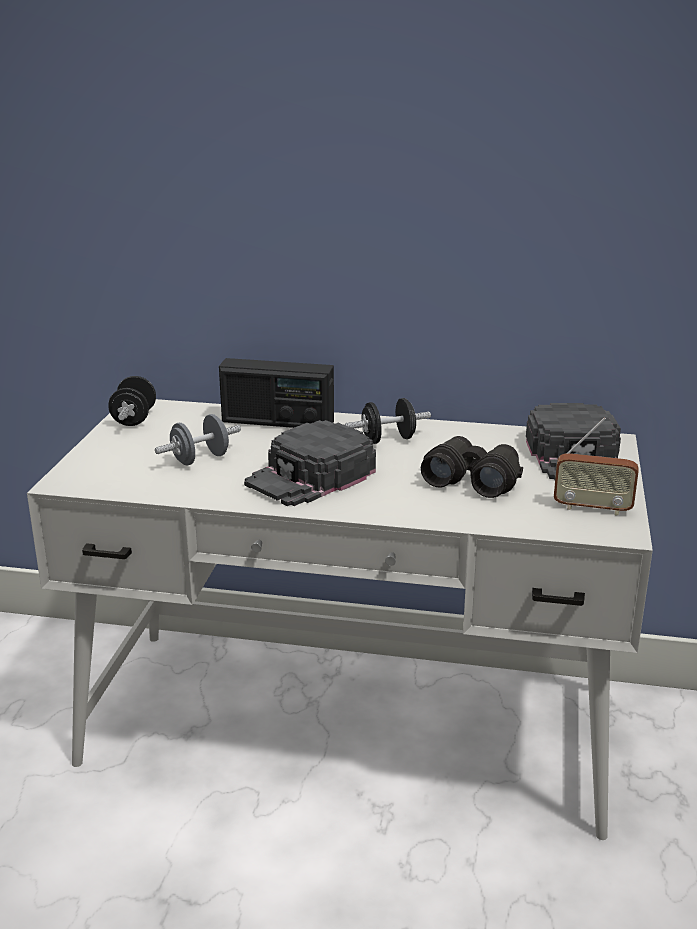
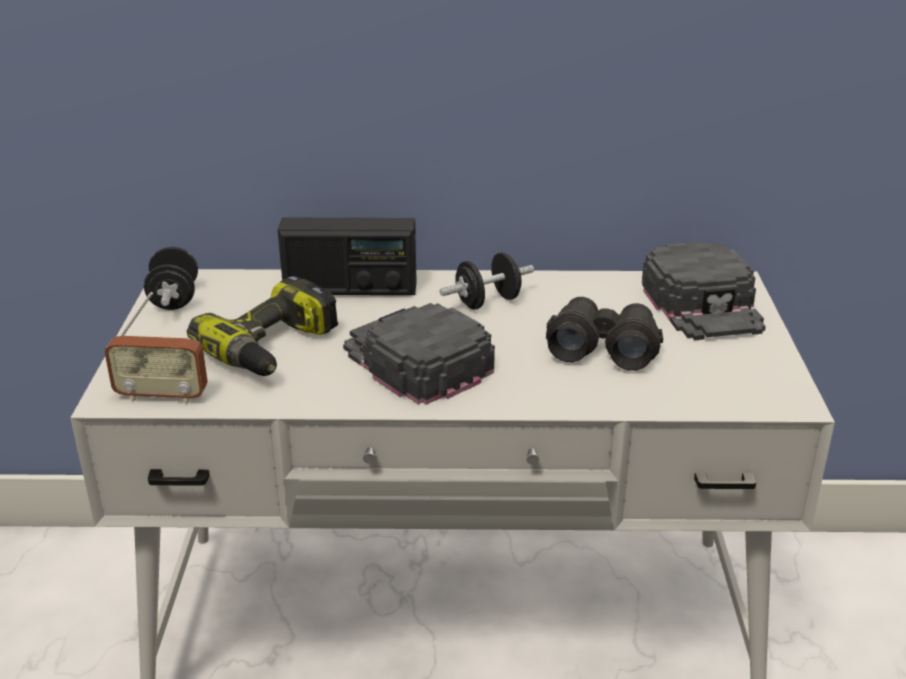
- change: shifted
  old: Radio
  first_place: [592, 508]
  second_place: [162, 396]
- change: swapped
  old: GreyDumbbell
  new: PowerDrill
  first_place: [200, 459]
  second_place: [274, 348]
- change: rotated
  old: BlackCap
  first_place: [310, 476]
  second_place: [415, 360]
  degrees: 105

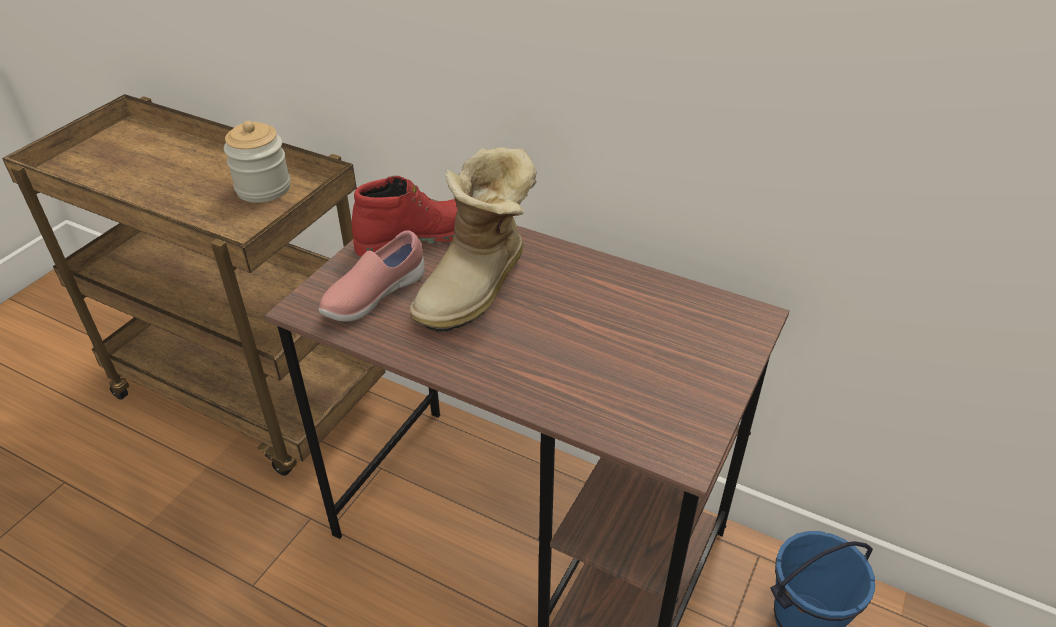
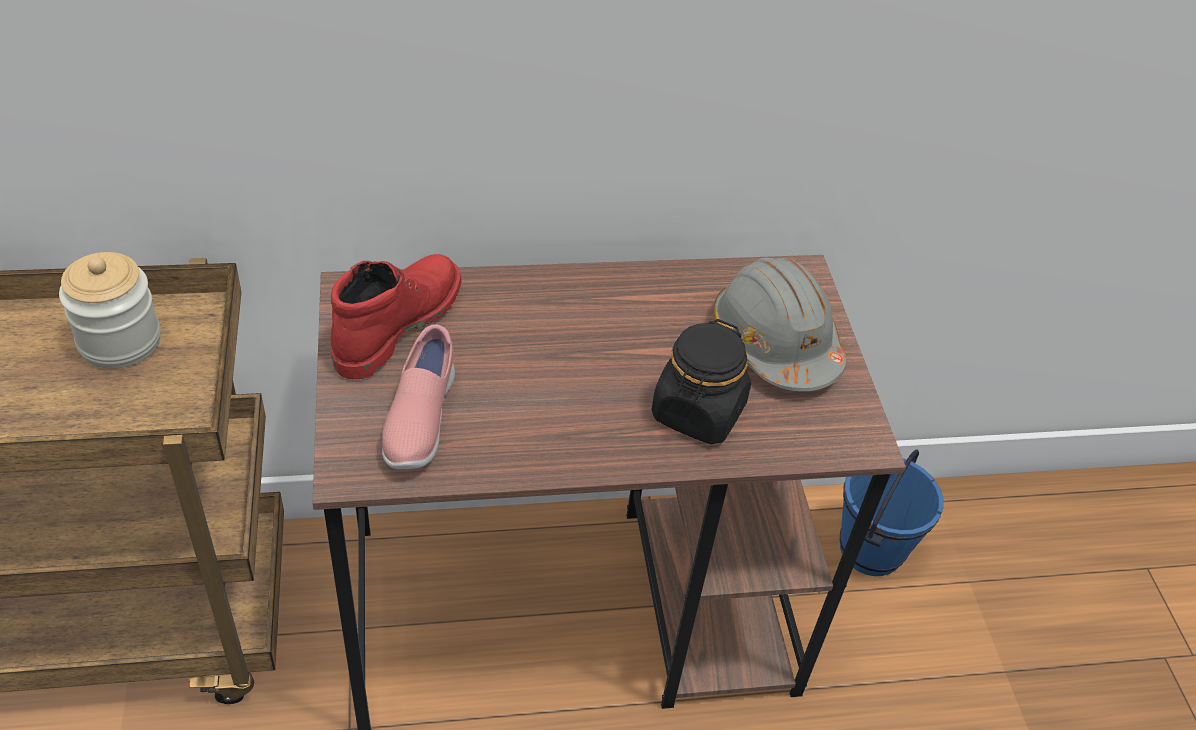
- change: gone
  old: Boot
  first_place: [479, 287]
- change: new
  new: BlackJar
  second_place: [698, 412]
- change: new
  new: GreyHardHat
  second_place: [775, 343]

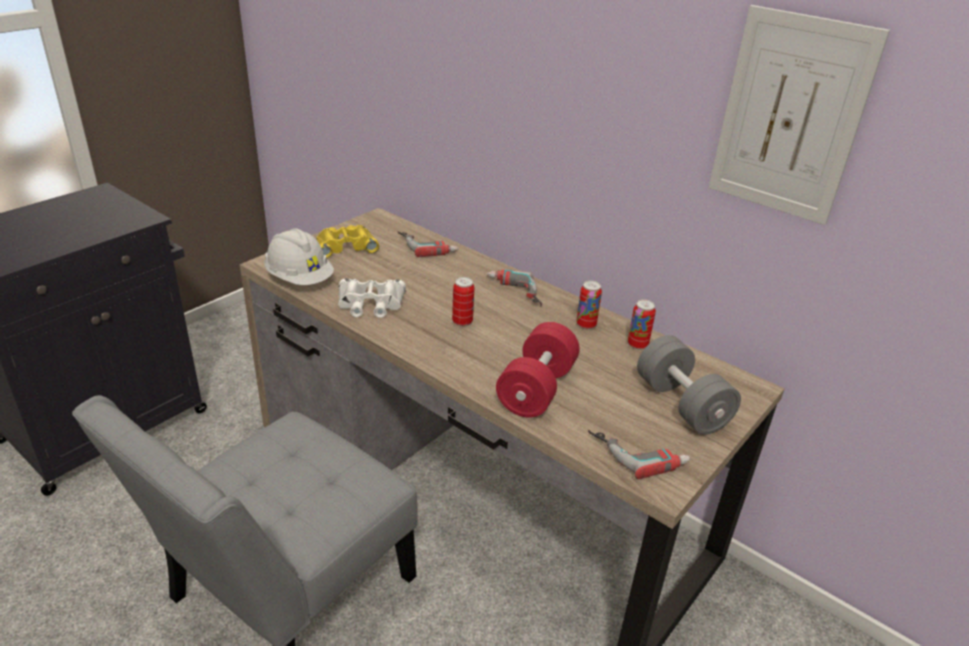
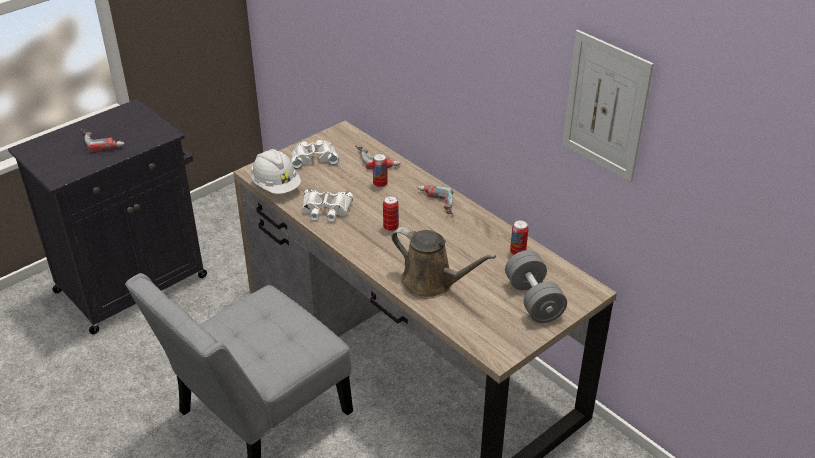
- change: shifted
  old: Can
  first_place: [586, 325]
  second_place: [380, 184]
- change: shifted
  old: PowerDrill
  first_place: [638, 451]
  second_place: [103, 140]
- change: swapped
  old: RedDumbbell
  new: BrownWateringCan
  first_place: [536, 389]
  second_place: [432, 283]
- change: repainted
  old: YellowBinoculars
  new: WhiteBinoculars
  first_place: [345, 246]
  second_place: [313, 157]

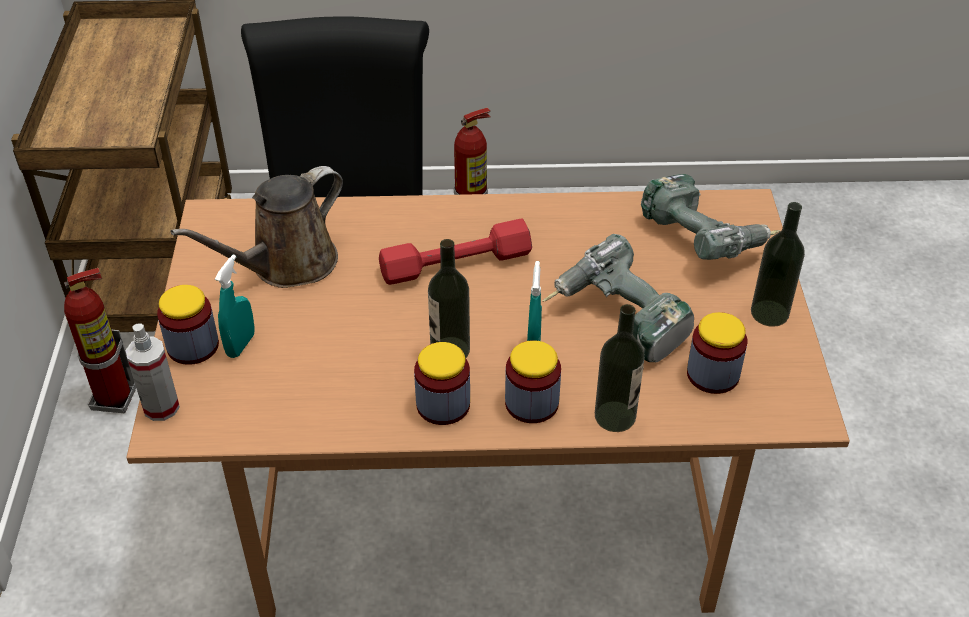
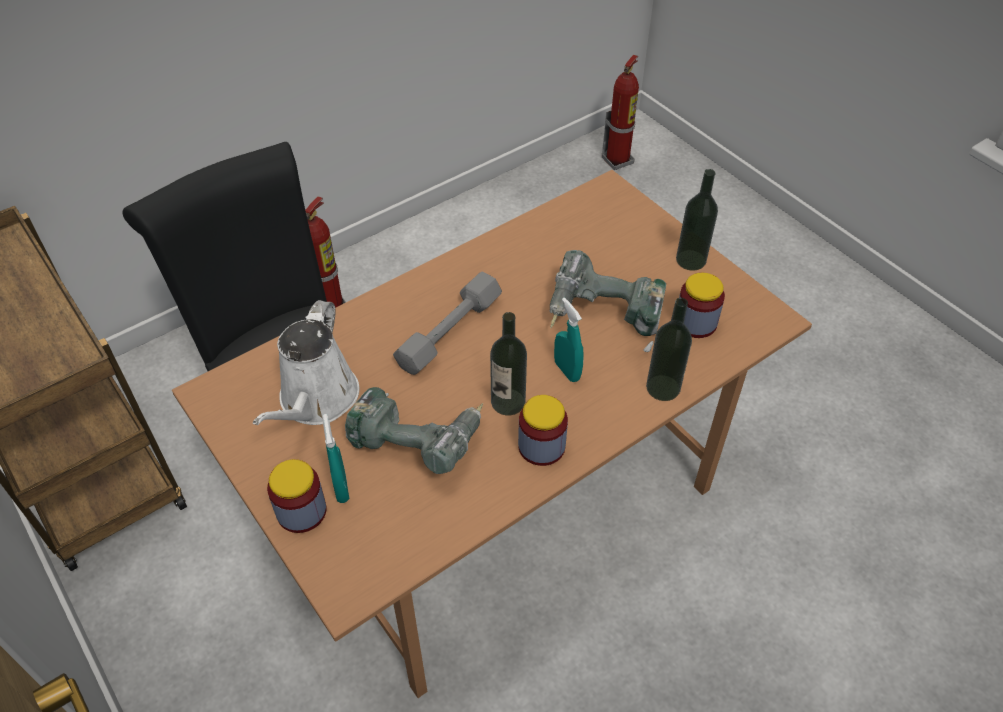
- change: gone
  old: SprayBottle
  first_place: [161, 407]
- change: gone
  old: Jar
  first_place: [531, 403]
- change: shifted
  old: FireExtinguisher
  first_place: [114, 399]
  second_place: [618, 160]
- change: shifted
  old: PowerDrill
  first_place: [703, 238]
  second_place: [418, 439]
- change: repainted
  old: BrownWateringCan
  new: WhiteWateringCan
  first_place: [287, 265]
  second_place: [316, 401]
- change: repainted
  old: RedDumbbell
  new: GreyDumbbell
  first_place: [456, 264]
  second_place: [449, 332]

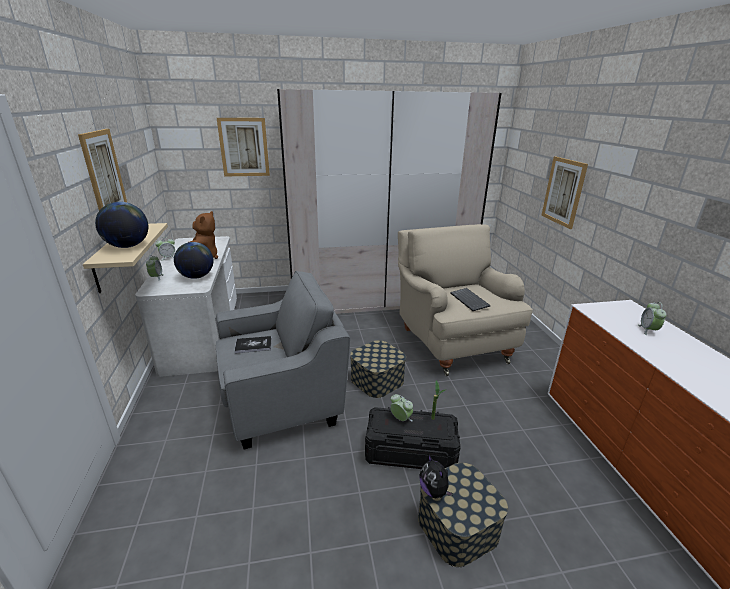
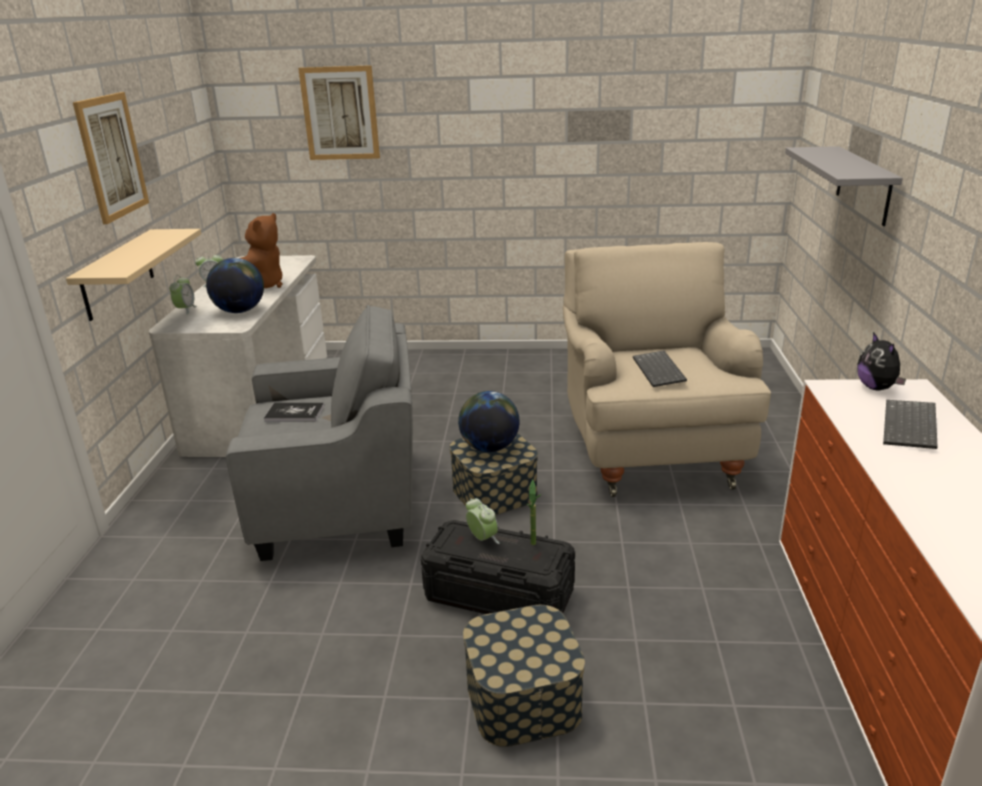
- change: gone
  old: BeigeWardrobe
  first_place: [379, 298]
- change: shifted
  old: Globe
  first_place: [127, 246]
  second_place: [489, 447]
- change: shifted
  old: PlushToy
  first_place: [434, 491]
  second_place: [877, 388]
- change: swapped
  old: Picture
  new: GreyShelf
  first_place: [563, 192]
  second_place: [863, 185]
- change: swapped
  old: AlarmClock
  new: Keyboard
  first_place: [648, 330]
  second_place: [911, 427]

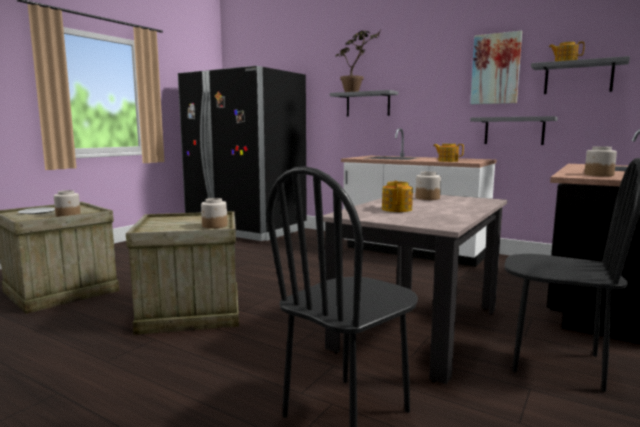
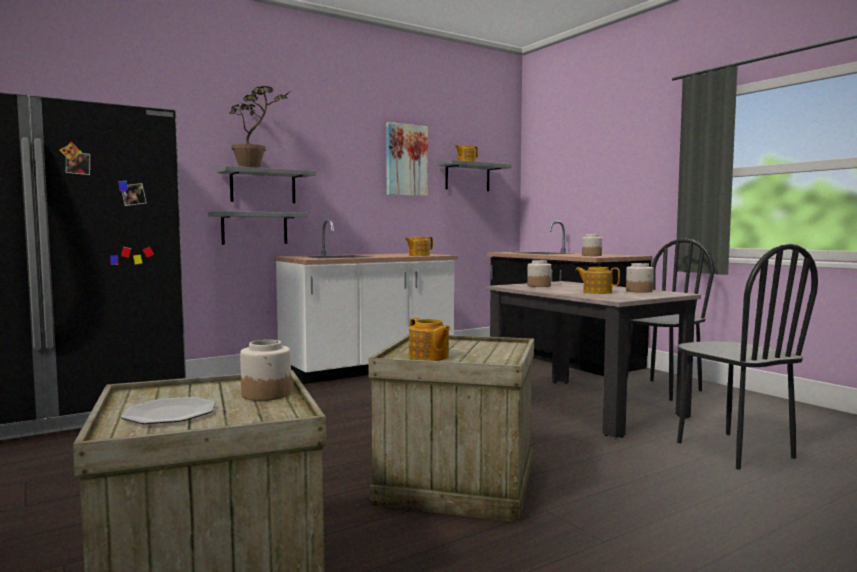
- change: new
  new: Teapot
  second_place: [428, 357]
- change: shifted
  old: Jar
  first_place: [214, 226]
  second_place: [639, 291]
- change: shifted
  old: GreyShelf
  first_place: [514, 131]
  second_place: [254, 228]

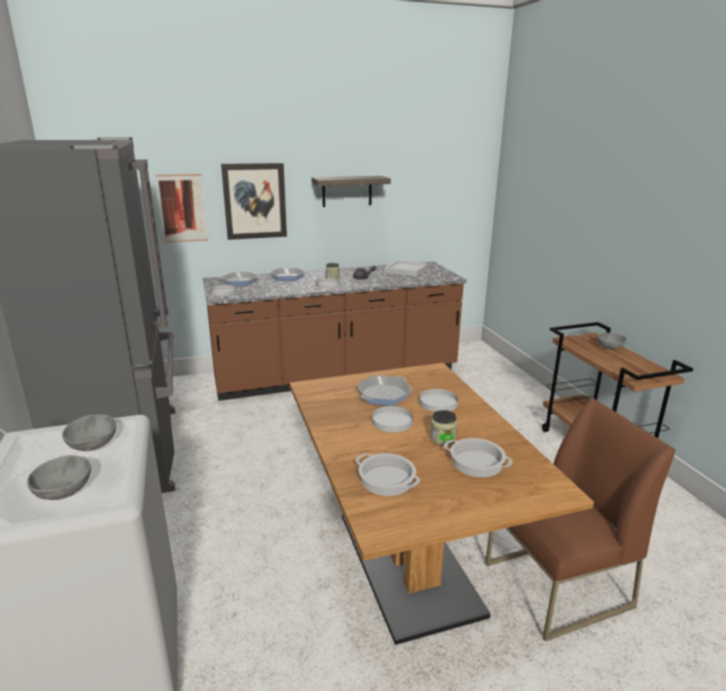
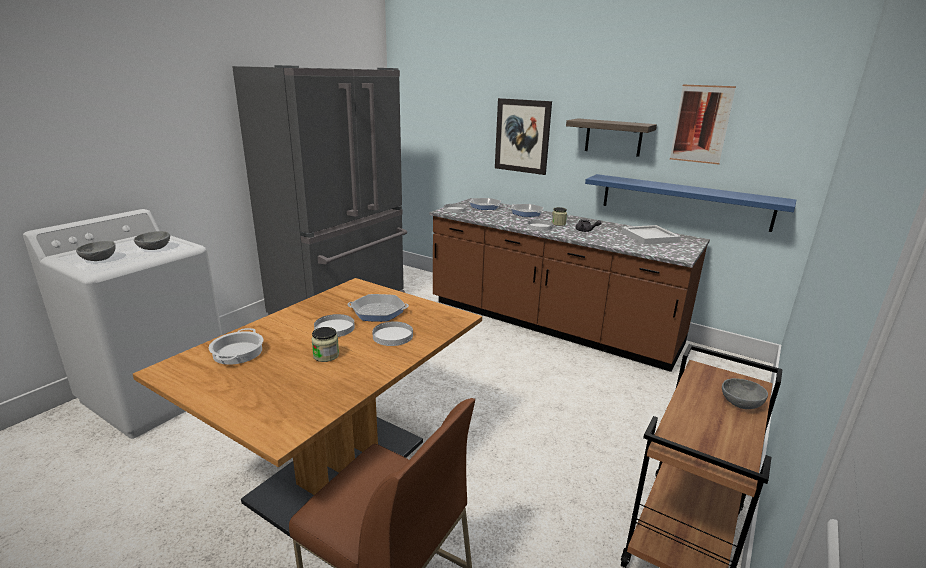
- change: gone
  old: CookingPot
  first_place: [477, 462]
- change: new
  new: BlueShelf
  second_place: [684, 201]
- change: shifted
  old: Picture
  first_place: [182, 208]
  second_place: [701, 124]

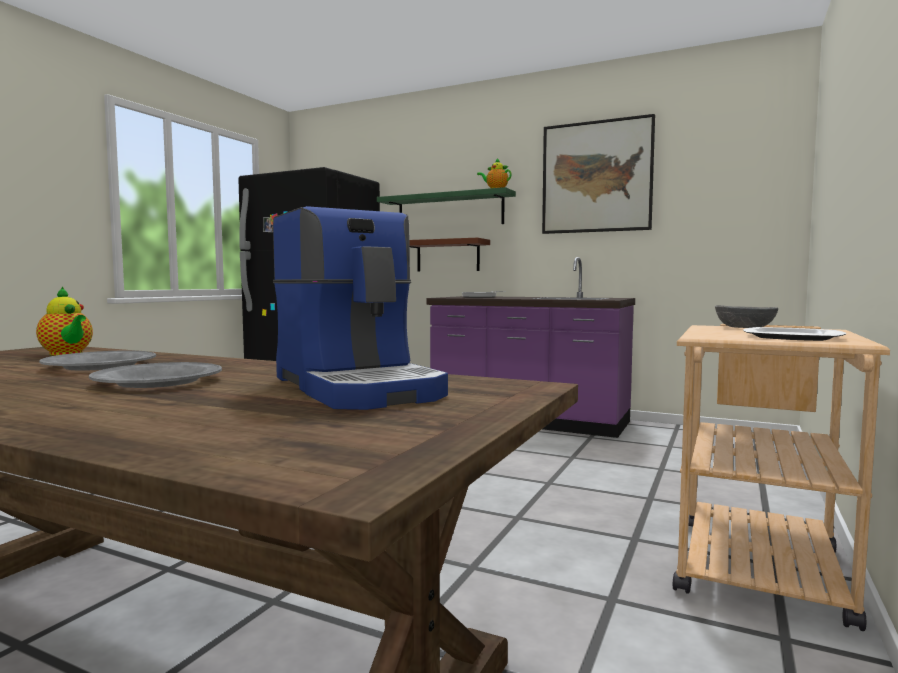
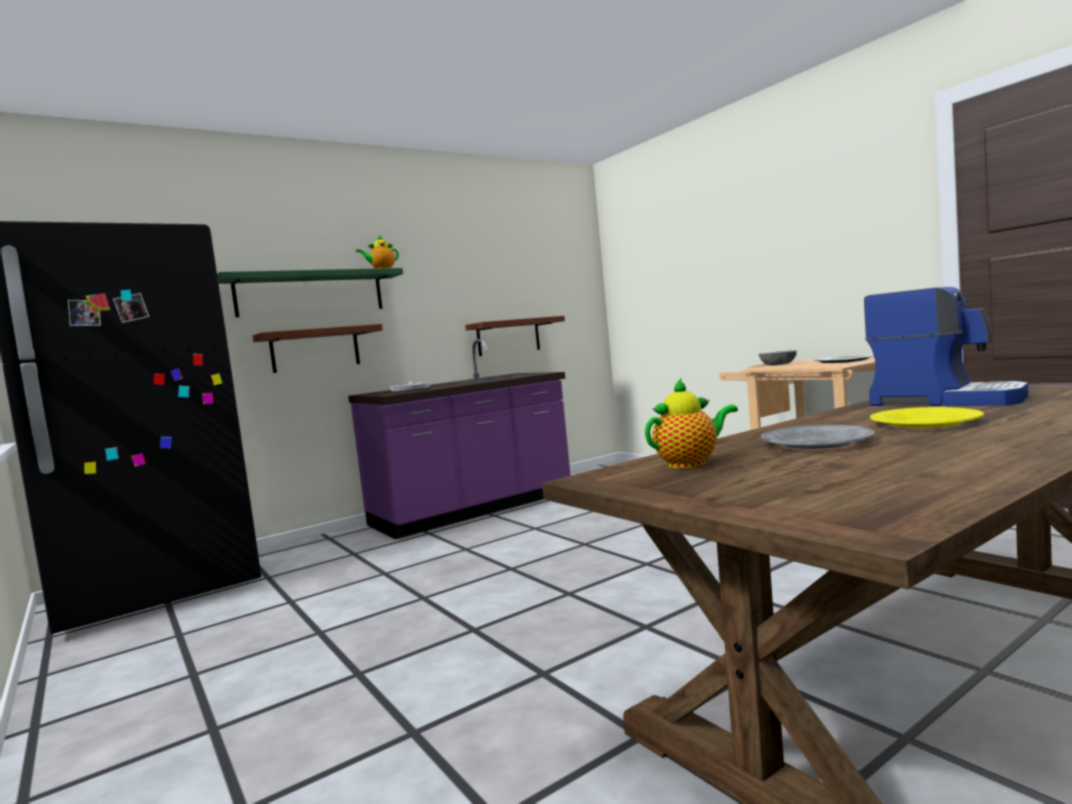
- change: gone
  old: Picture
  first_place: [596, 177]
- change: new
  new: BrownShelf
  second_place: [508, 337]
- change: repainted
  old: GreyPlate
  new: YellowPlate
  first_place: [158, 381]
  second_place: [924, 423]
- change: rotated
  old: CoffeeMachine
  first_place: [360, 387]
  second_place: [945, 400]
  degrees: 45

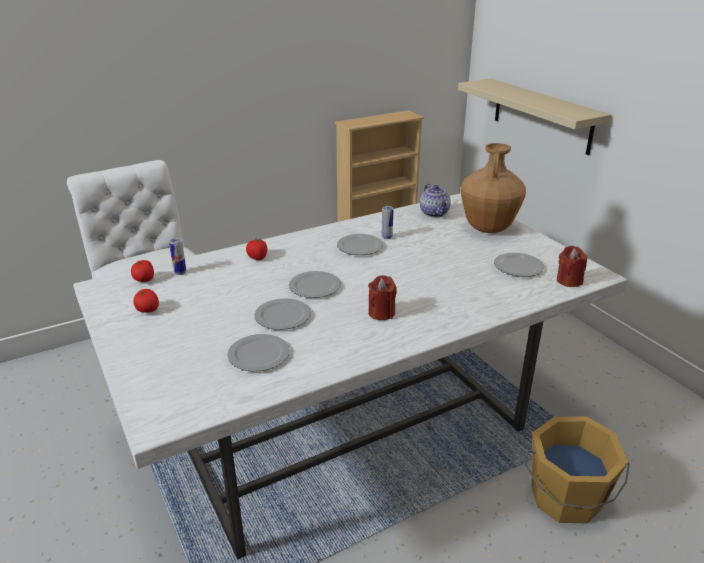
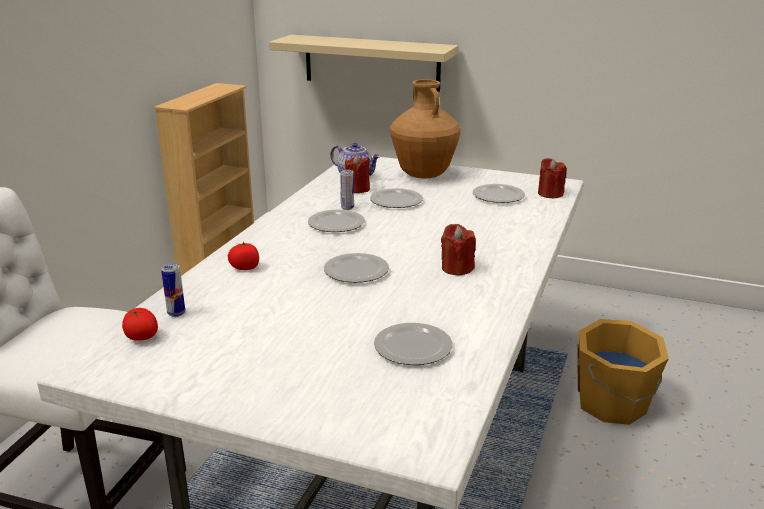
- change: gone
  old: Tomato
  first_place: [148, 310]
- change: new
  new: RedCandle
  second_place: [357, 189]
- change: shifted
  old: Plate
  first_place: [283, 316]
  second_place: [396, 200]

